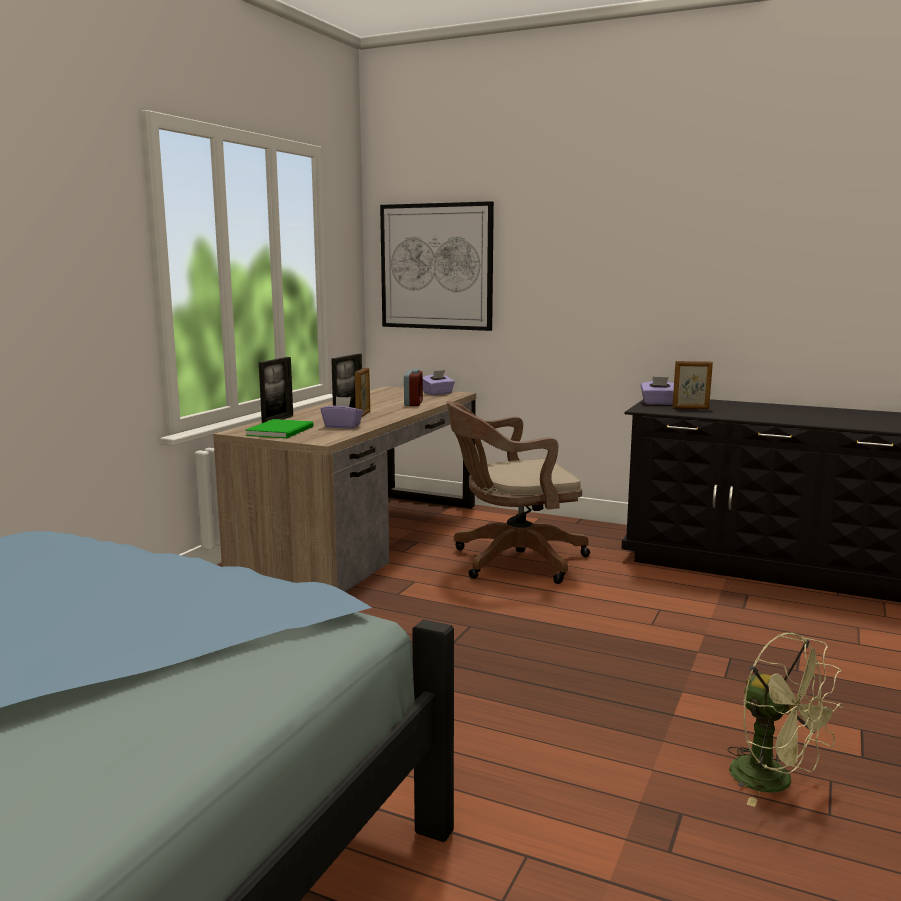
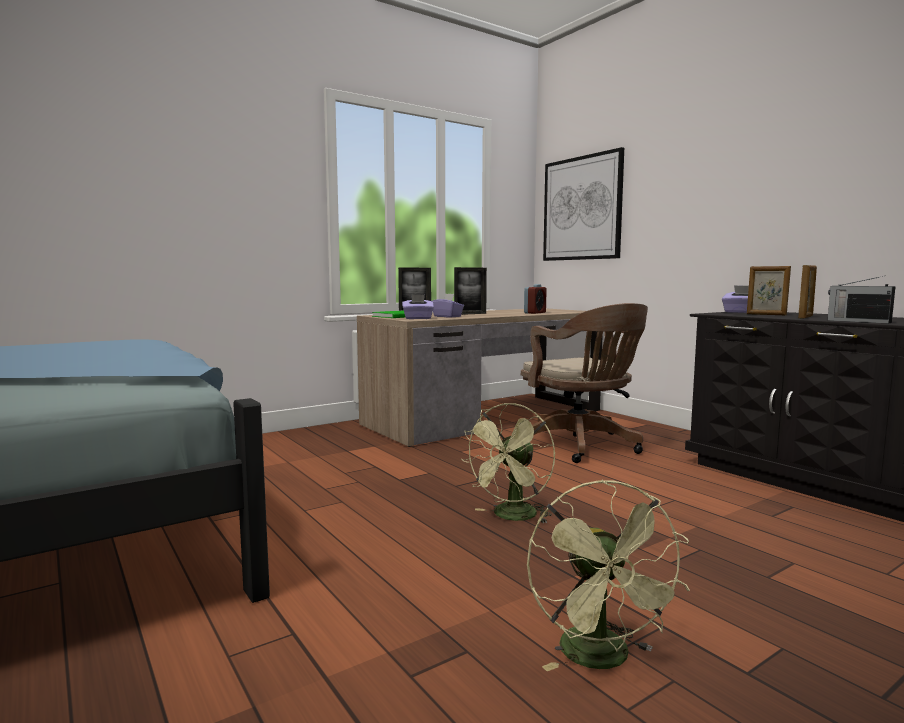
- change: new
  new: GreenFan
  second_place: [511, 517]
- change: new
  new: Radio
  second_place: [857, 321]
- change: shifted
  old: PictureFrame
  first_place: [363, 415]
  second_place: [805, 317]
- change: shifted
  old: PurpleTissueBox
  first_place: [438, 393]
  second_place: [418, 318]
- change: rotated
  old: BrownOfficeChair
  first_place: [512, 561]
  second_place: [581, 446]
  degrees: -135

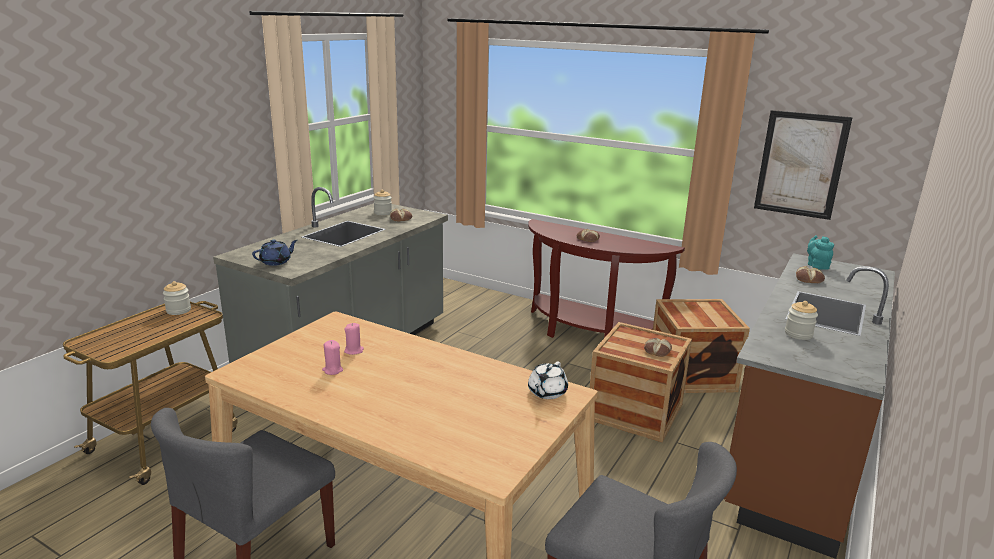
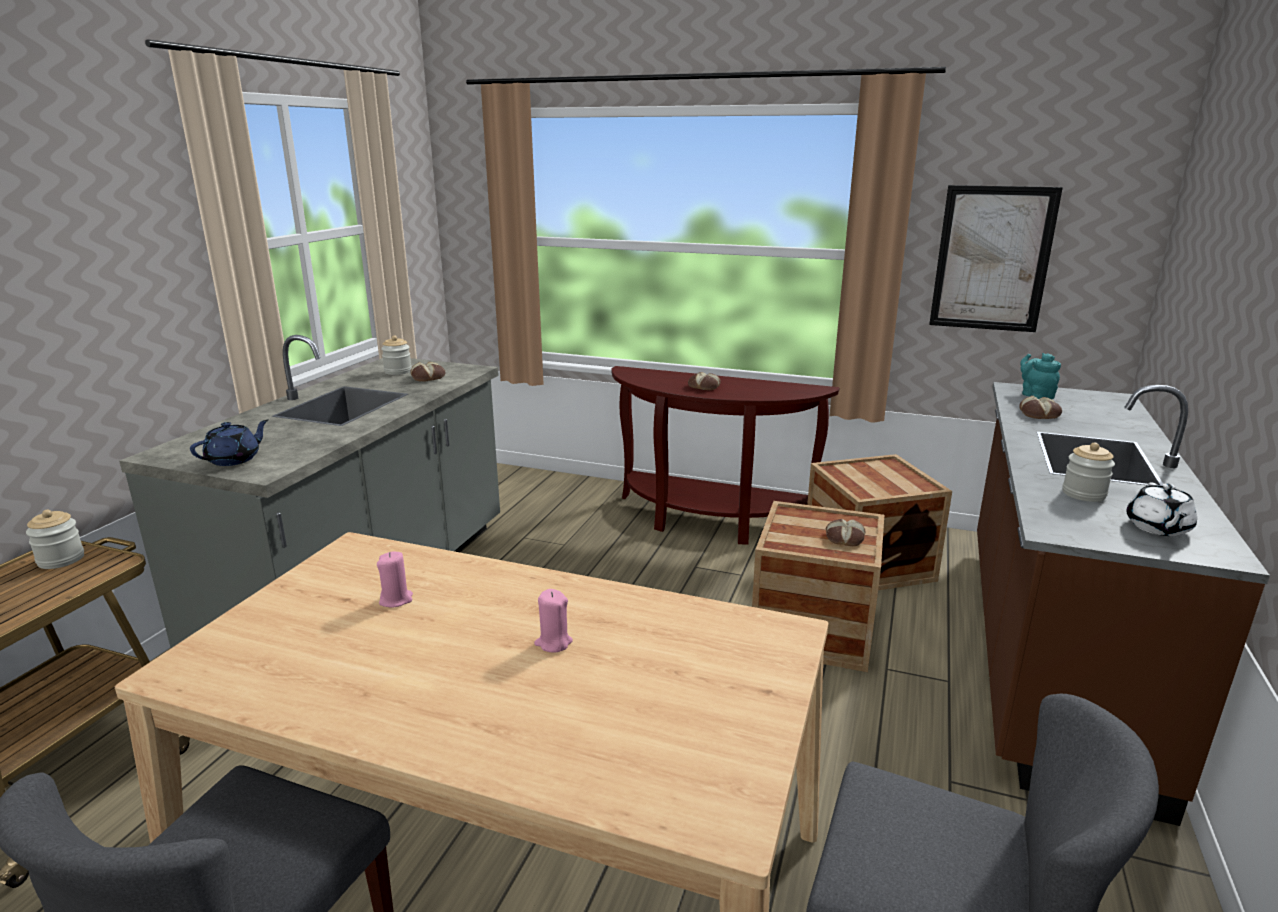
- change: shifted
  old: PinkCandle
  first_place: [332, 370]
  second_place: [553, 643]
- change: shifted
  old: WhiteTeapot
  first_place: [546, 392]
  second_place: [1158, 528]

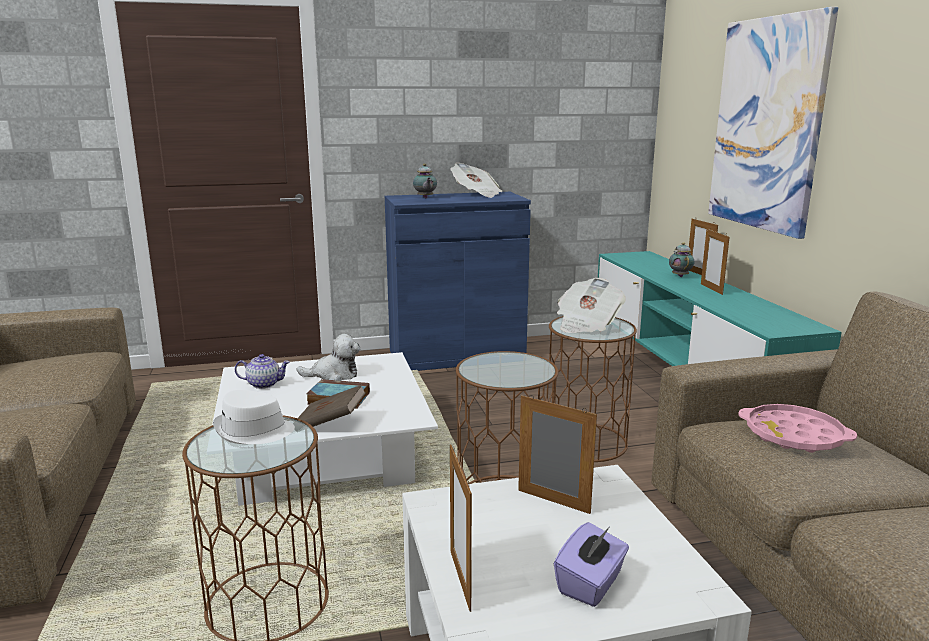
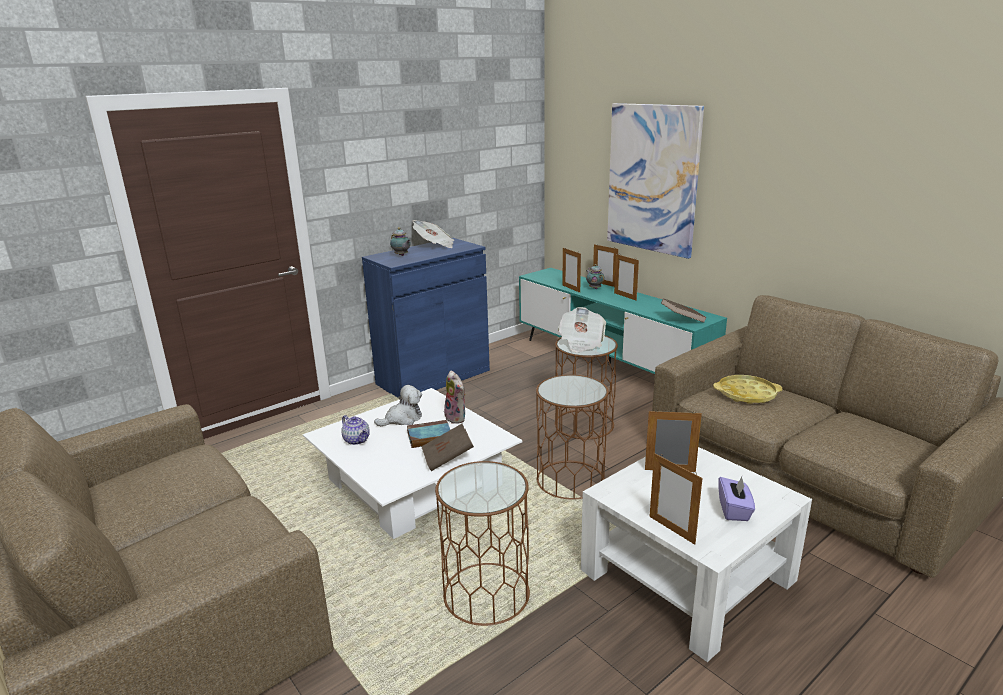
- change: gone
  old: WhiteHat
  first_place: [254, 431]
- change: new
  new: PlushToy
  second_place: [457, 418]
- change: new
  new: PictureFrame
  second_place: [571, 288]
- change: new
  new: BrownBook
  second_place: [682, 319]
- change: repainted
  old: PinkTray
  new: YellowTray
  first_place: [794, 435]
  second_place: [746, 394]
- change: rotated
  old: Teapot
  first_place: [264, 384]
  second_place: [357, 440]
  degrees: 75

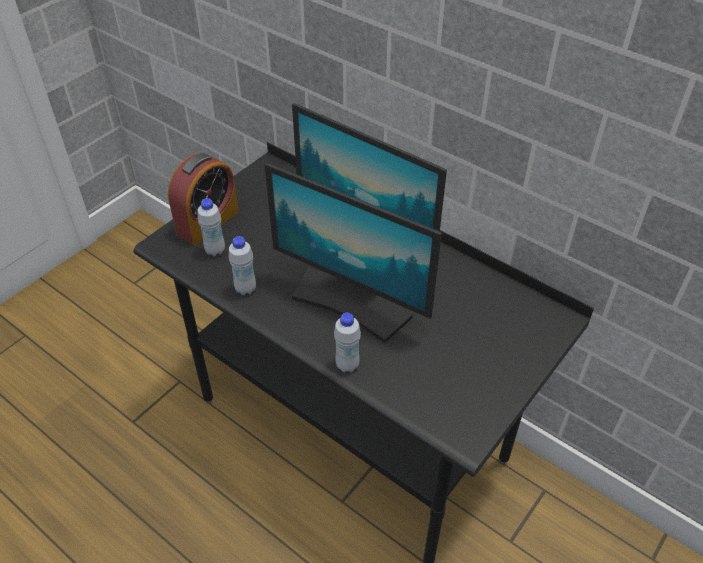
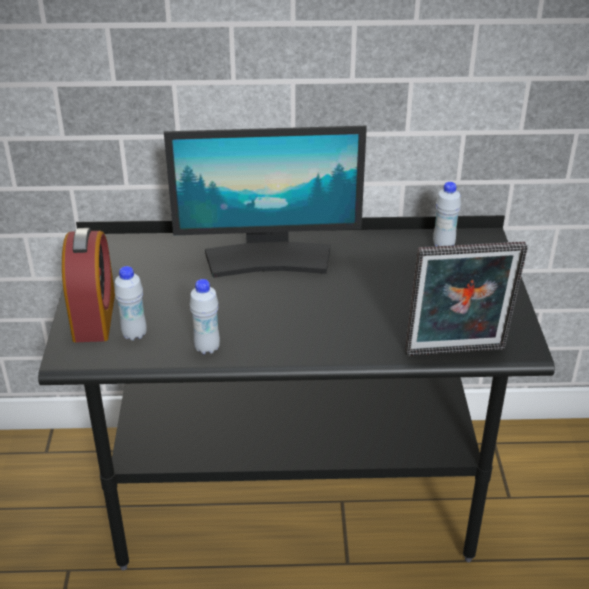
- change: gone
  old: Monitor
  first_place: [351, 302]
- change: new
  new: PictureFrame
  second_place: [456, 354]
- change: shifted
  old: WhiteBottle
  first_place: [347, 365]
  second_place: [443, 245]

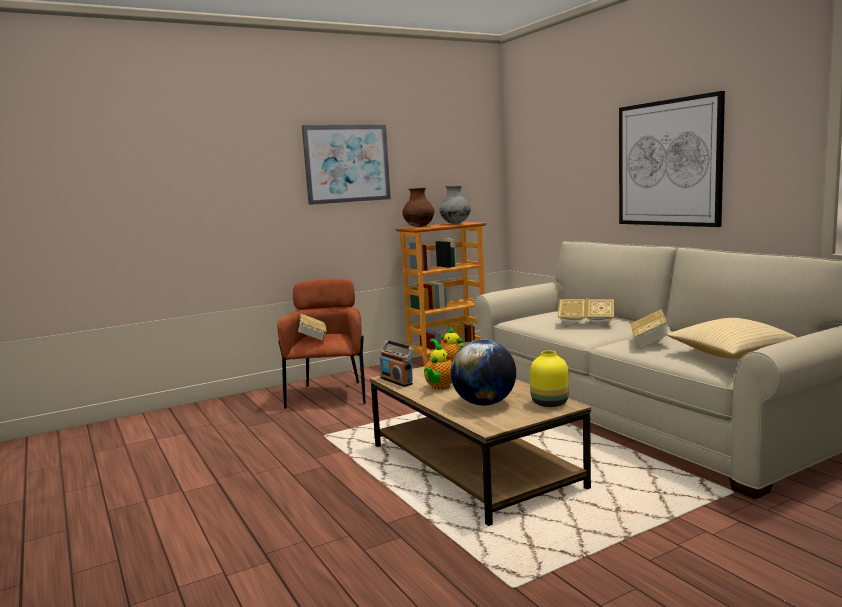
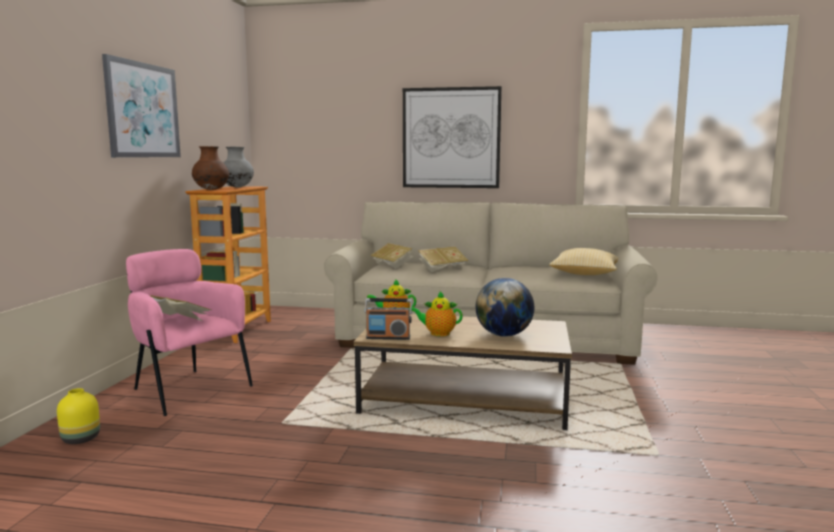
- change: shifted
  old: YellowVase
  first_place: [550, 404]
  second_place: [81, 439]
- change: shifted
  old: Book
  first_place: [650, 341]
  second_place: [392, 265]
- change: repainted
  old: BrownArmchair
  new: PinkArmchair
  first_place: [329, 395]
  second_place: [188, 390]
- change: rotated
  old: Teapot
  first_place: [439, 387]
  second_place: [437, 333]
  degrees: 120

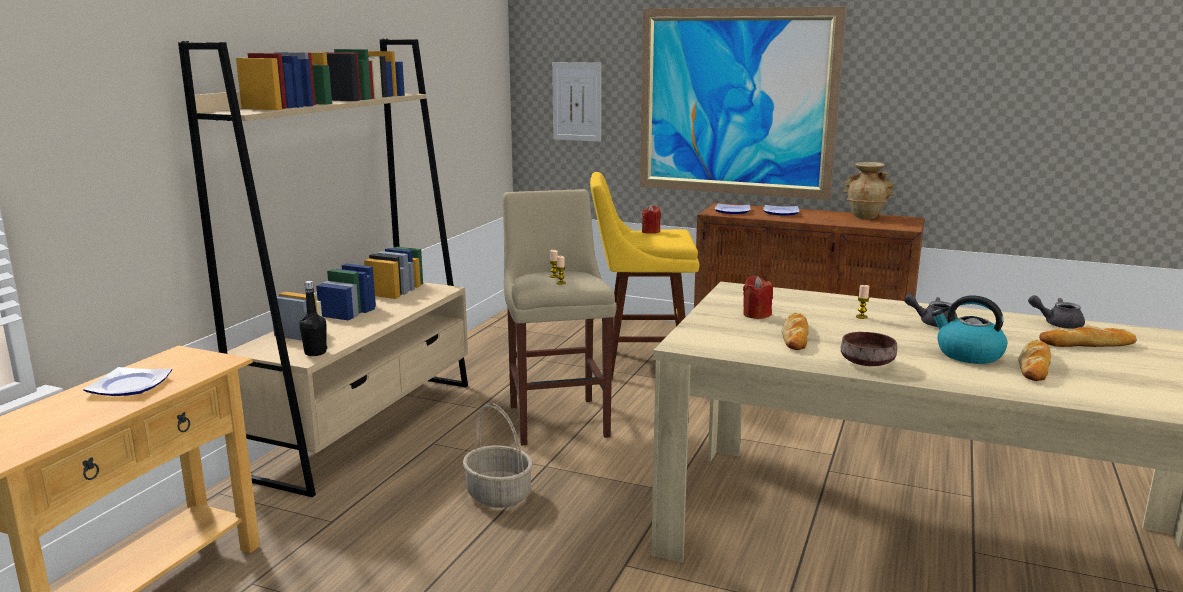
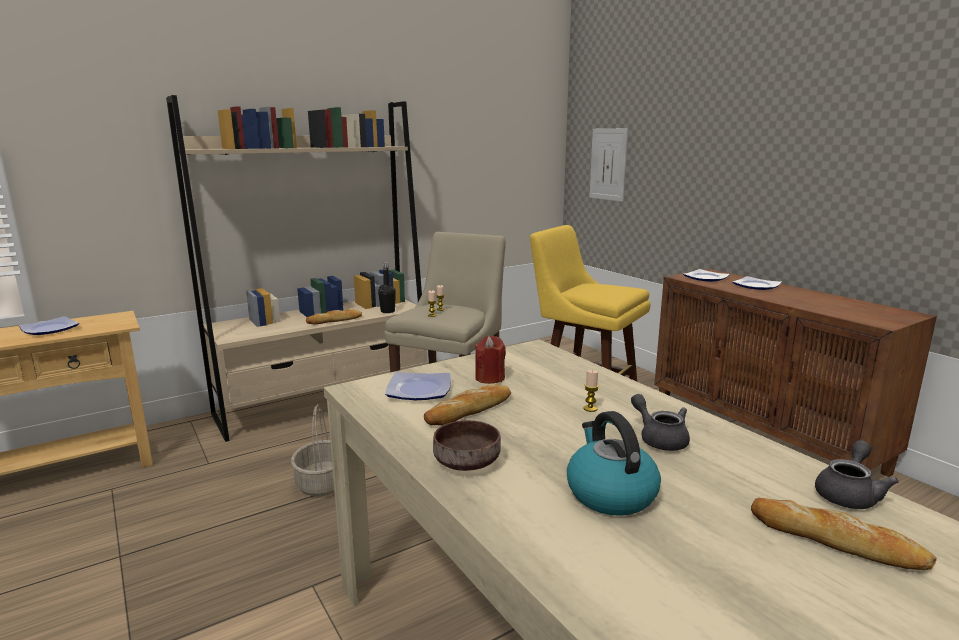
- change: gone
  old: Picture
  first_place: [735, 102]
- change: gone
  old: RedCandle
  first_place: [651, 231]
- change: gone
  old: BeigeVase
  first_place: [865, 216]
- change: new
  new: Plate
  second_place: [417, 391]
- change: shifted
  old: BlackBottle
  first_place: [315, 353]
  second_place: [387, 311]
- change: shifted
  old: Bread
  first_place: [1035, 366]
  second_place: [335, 320]
- change: rotated
  old: GreyTeapot
  first_place: [1057, 324]
  second_place: [849, 494]
  degrees: 75

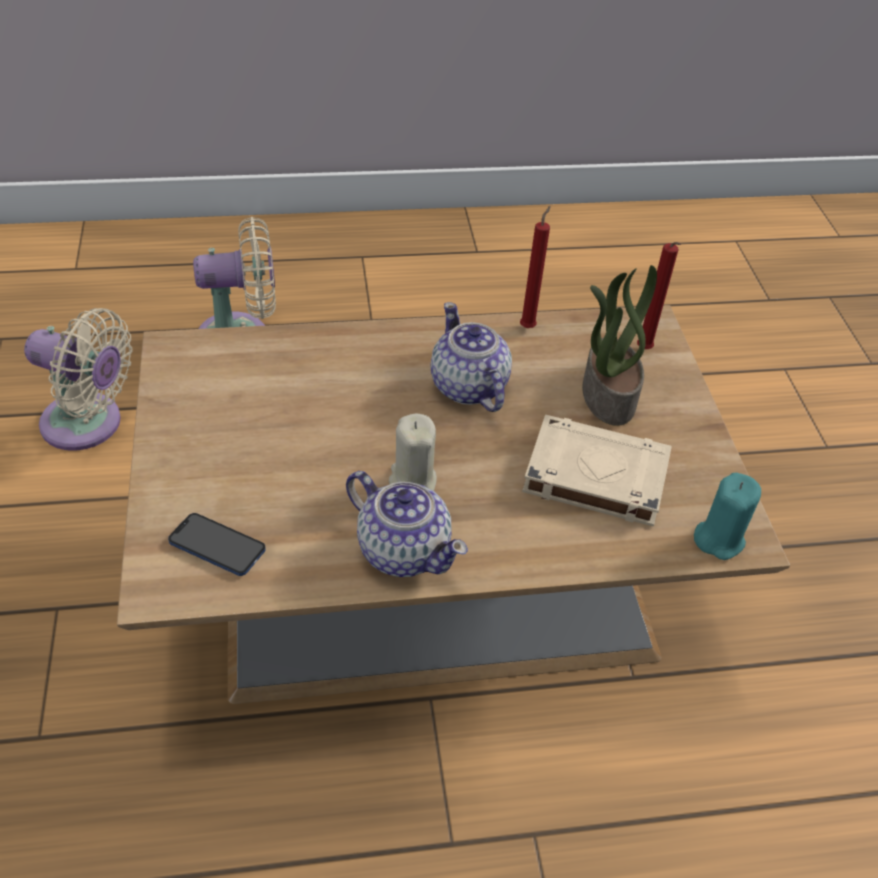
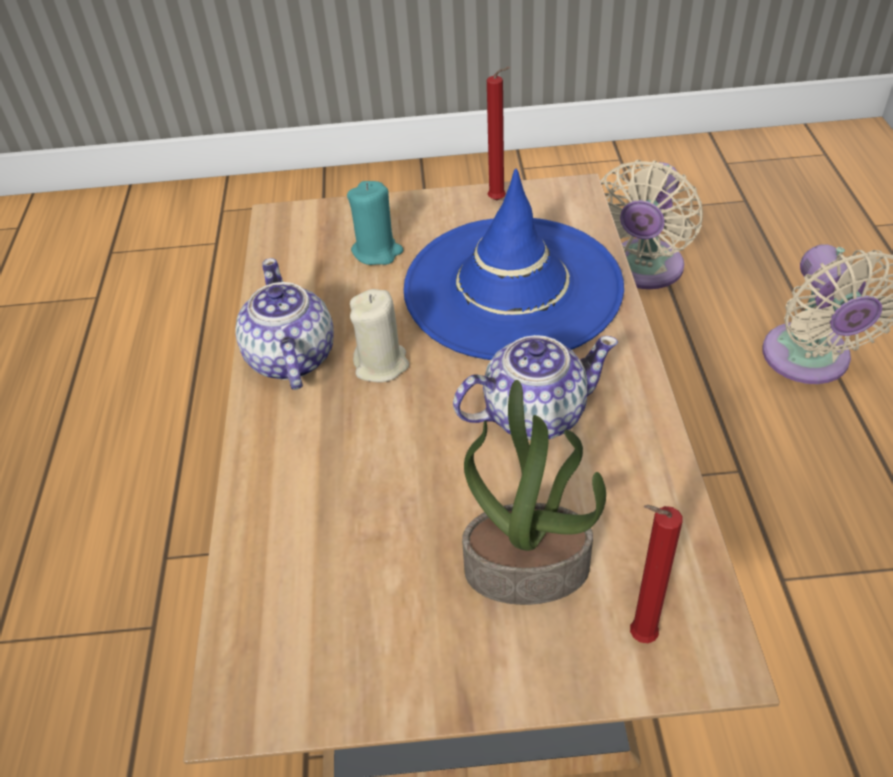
- change: gone
  old: Phone
  first_place: [217, 546]
- change: gone
  old: BeigeBook
  first_place: [593, 476]
- change: new
  new: BlueHat
  second_place: [512, 287]
- change: shifted
  old: RedCandle
  first_place: [528, 326]
  second_place: [499, 201]
- change: shifted
  old: TurquoiseCandle
  first_place: [718, 539]
  second_place: [377, 252]
- change: rotated
  old: Teapot
  first_place: [403, 549]
  second_place: [290, 359]
  degrees: 120

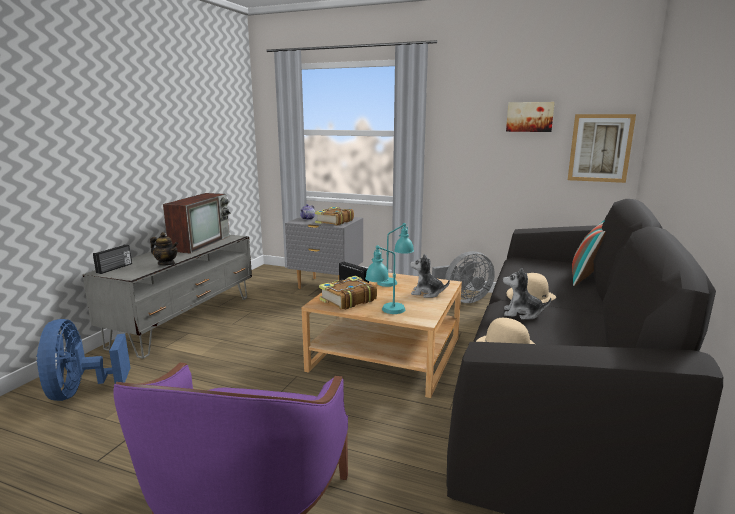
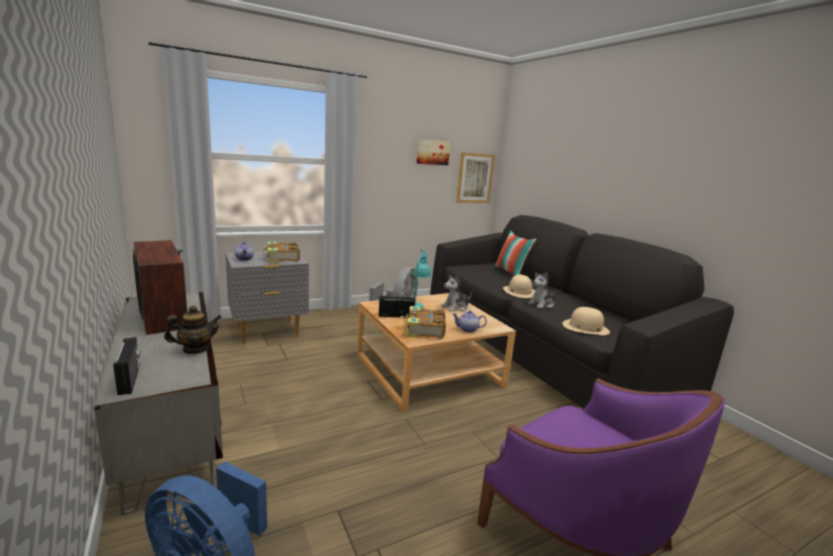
- change: swapped
  old: TurquoiseTableLamp
  new: Teapot
  first_place: [385, 312]
  second_place: [467, 330]

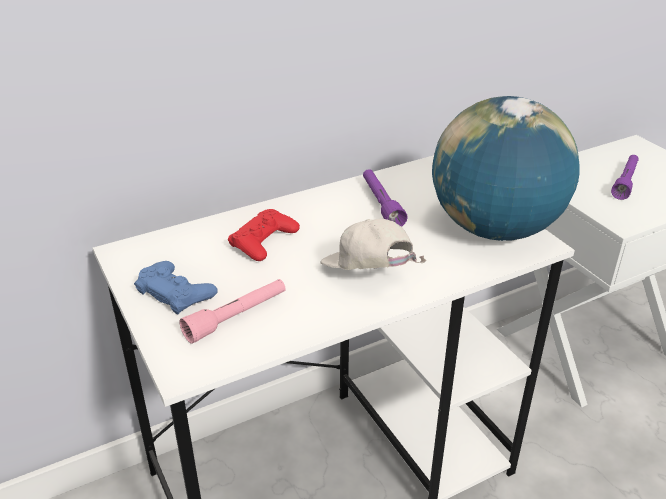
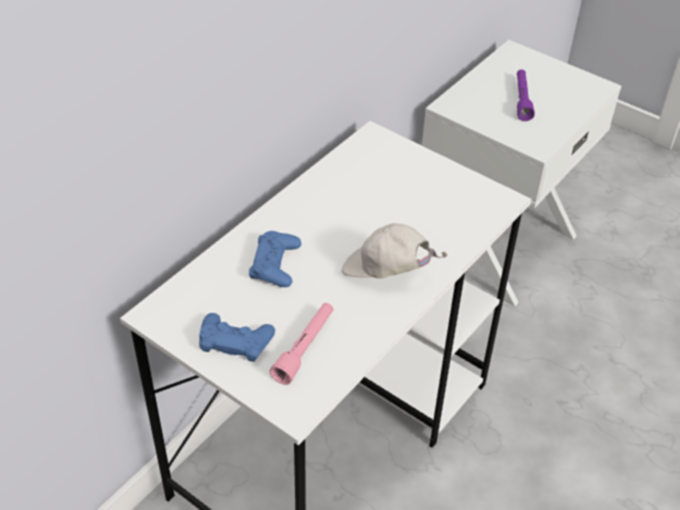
- change: gone
  old: PurpleFlashlight
  first_place: [381, 204]
- change: gone
  old: Globe
  first_place: [494, 228]
- change: repainted
  old: RedGameController
  new: BlueGameController
  first_place: [263, 241]
  second_place: [275, 264]

